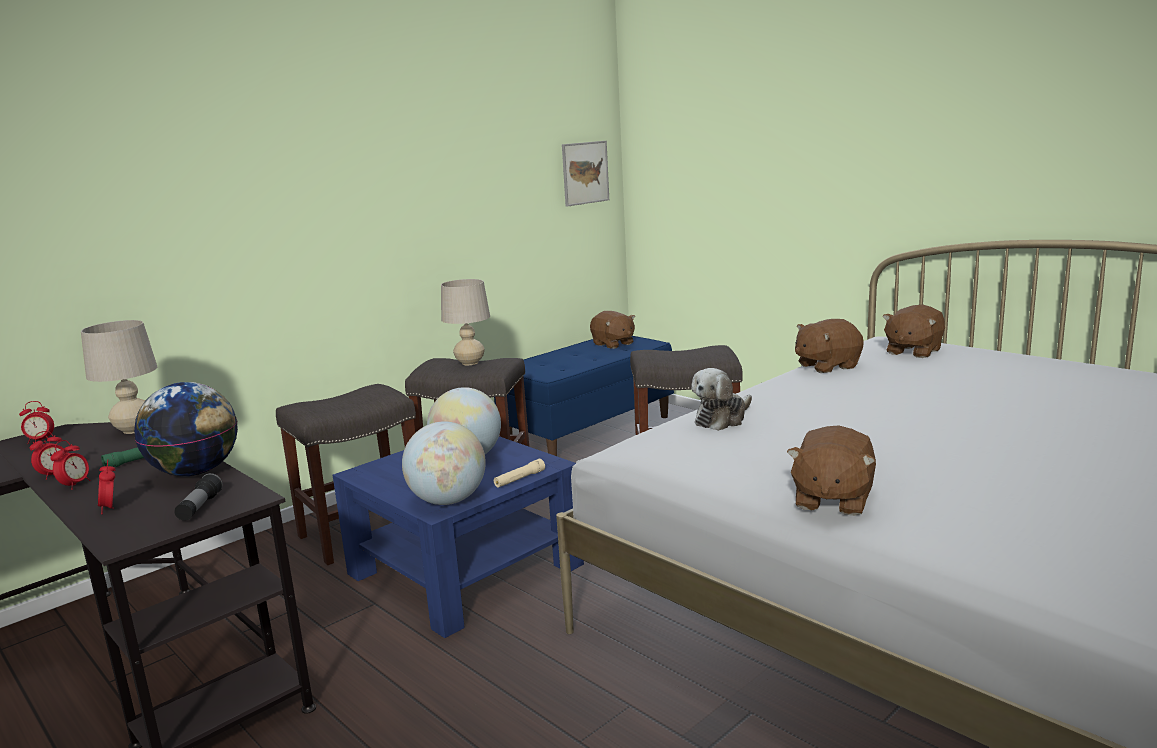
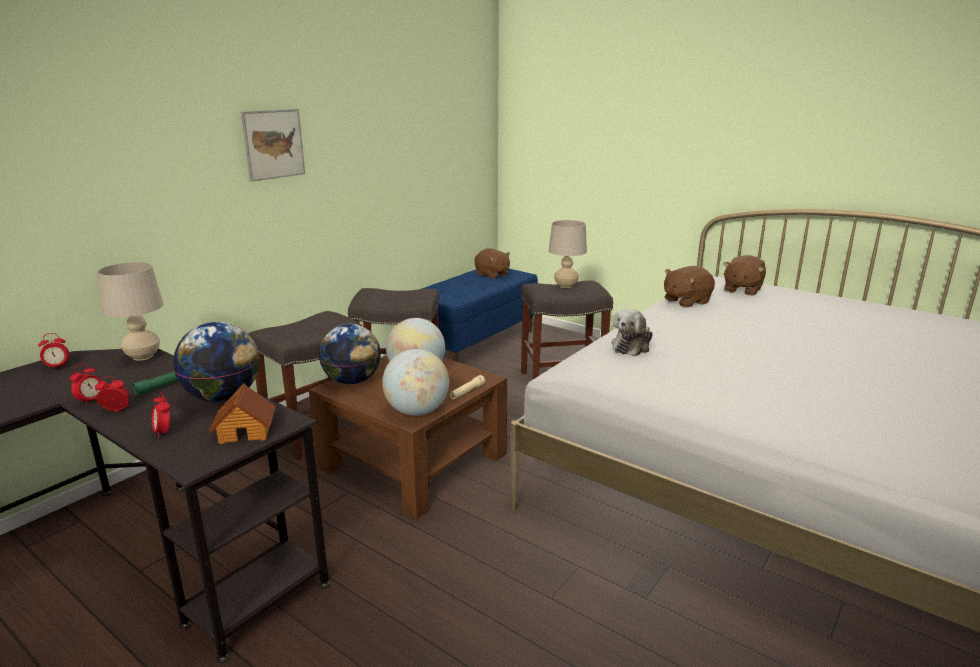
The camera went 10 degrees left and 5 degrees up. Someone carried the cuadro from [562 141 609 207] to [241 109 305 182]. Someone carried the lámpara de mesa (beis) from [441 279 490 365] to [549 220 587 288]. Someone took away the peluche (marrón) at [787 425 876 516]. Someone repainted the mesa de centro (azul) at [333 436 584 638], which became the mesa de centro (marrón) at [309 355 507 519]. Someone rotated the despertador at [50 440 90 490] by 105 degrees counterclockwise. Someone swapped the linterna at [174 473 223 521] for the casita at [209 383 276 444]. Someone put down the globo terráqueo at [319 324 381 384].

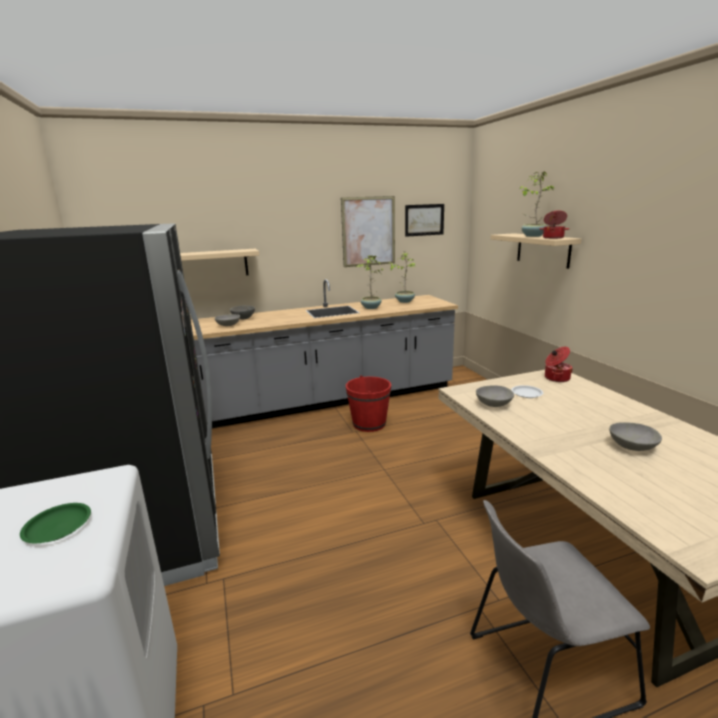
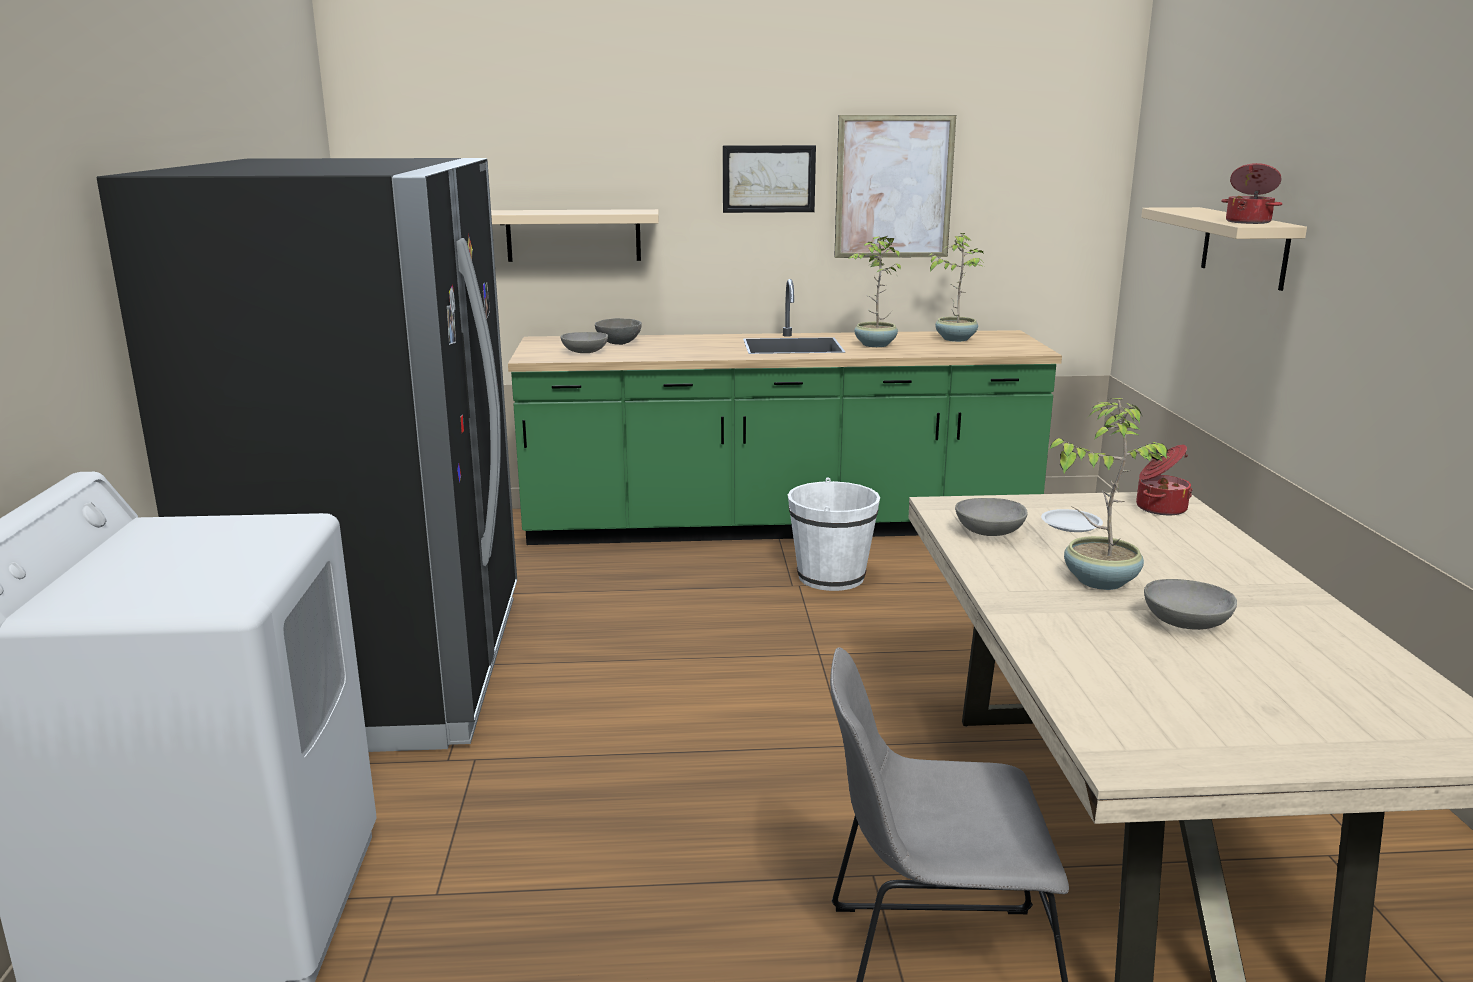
The camera went 15 degrees right and 0 degrees up. Someone carried the planta en maceta from [520 172 554 237] to [1049 398 1168 590]. Someone carried the cuadro from [405 204 444 237] to [723 145 816 213]. Someone repainted the mueble bajo de cocina (gris) at [191 279 458 428], which became the mueble bajo de cocina (verde) at [508 279 1062 545]. Someone repainted the cubo (rojo) at [346 375 391 432], which became the cubo (blanco) at [788 477 880 591]. Someone took away the plato (verde) at [20 503 91 543].

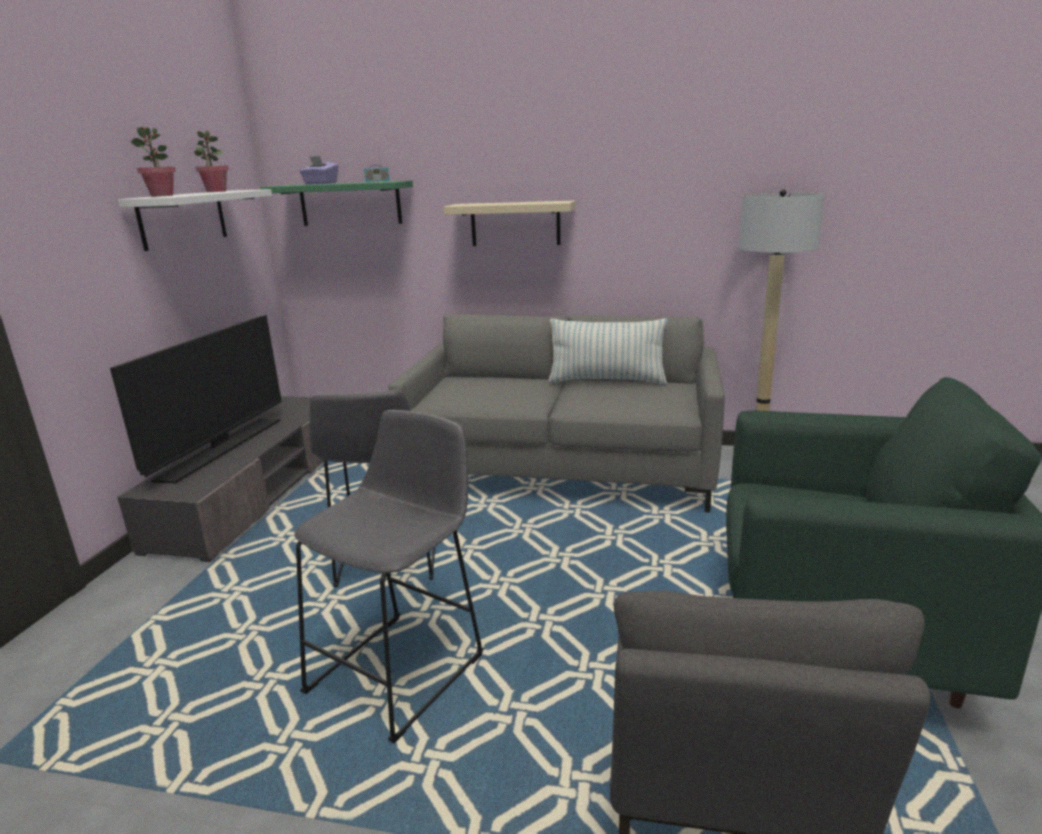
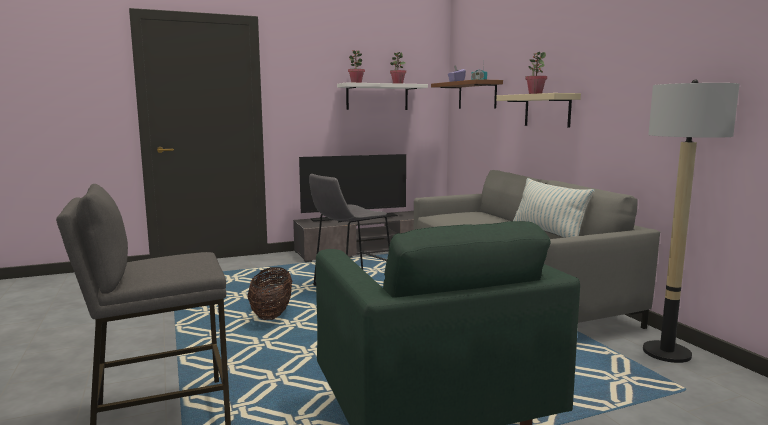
The camera went 55 degrees right and 10 degrees down. Someone repainted the estante (verde) at [260 180 413 226], which became the estante (marrón) at [431 79 503 109]. Someone swapped the taburete (gris) at [294 410 484 743] for the cesta at [247 267 292 320]. Someone put down the planta en maceta at [525 52 547 94].

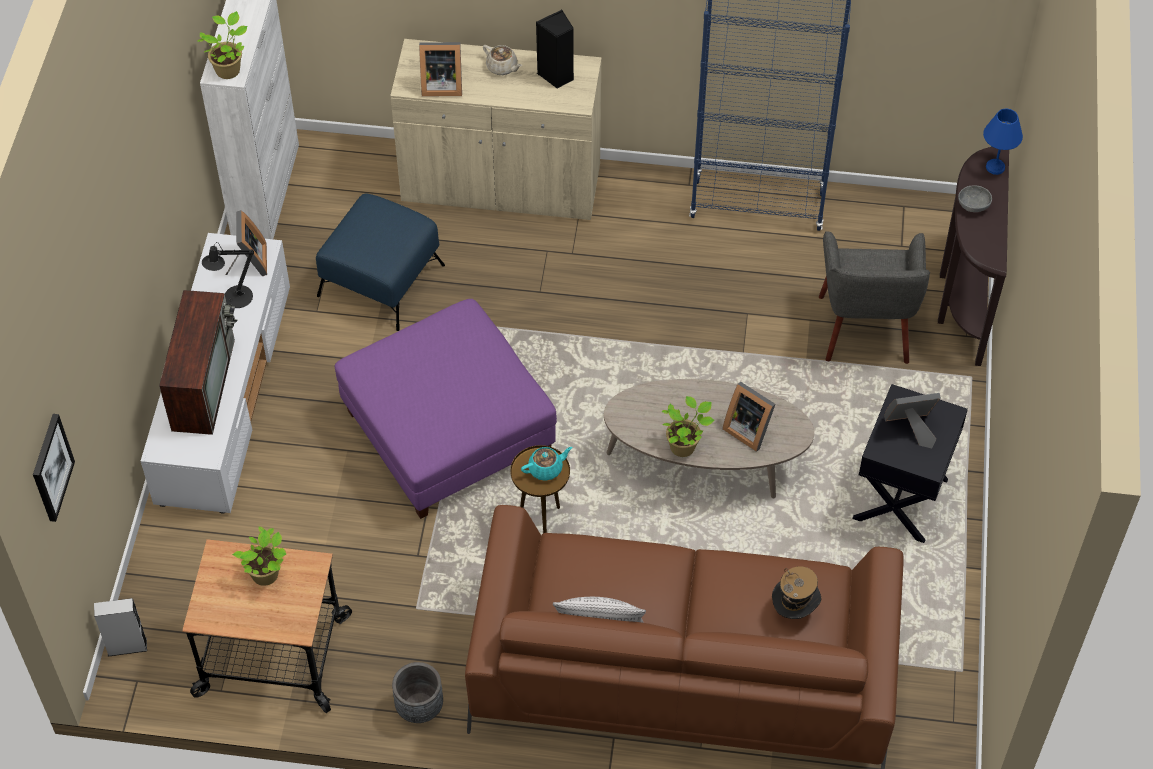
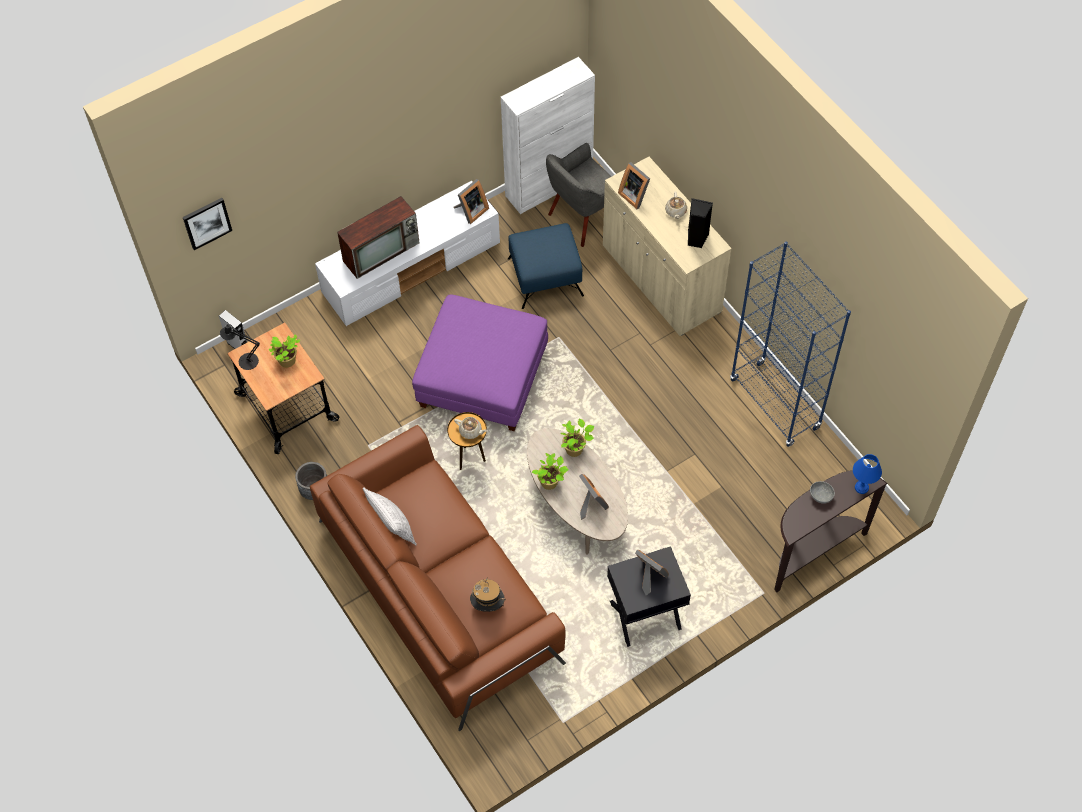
The camera went 50 degrees right and 5 degrees up. Someone carried the planta en maceta from [197 11 247 79] to [560 419 594 457]. Someone carried the sillón (gris) from [819 231 930 364] to [546 143 612 247]. Someone carried the lámpara de mesa (negro) from [202 242 254 308] to [220 324 260 370]. Someone rotated the portarretratos at [722 382 775 452] by 150 degrees clockwise. Someone repainted the tetera (turquesa) at [521 447 572 481], which became the tetera (beis) at [454 417 488 439].

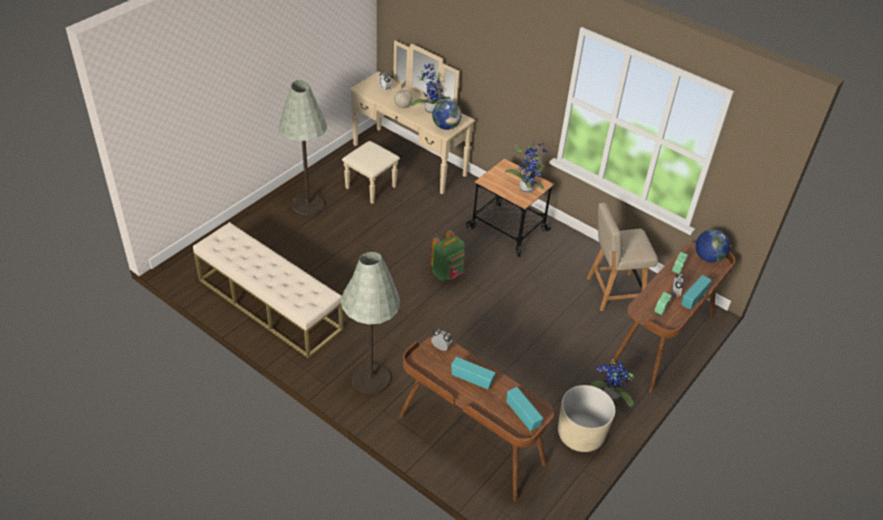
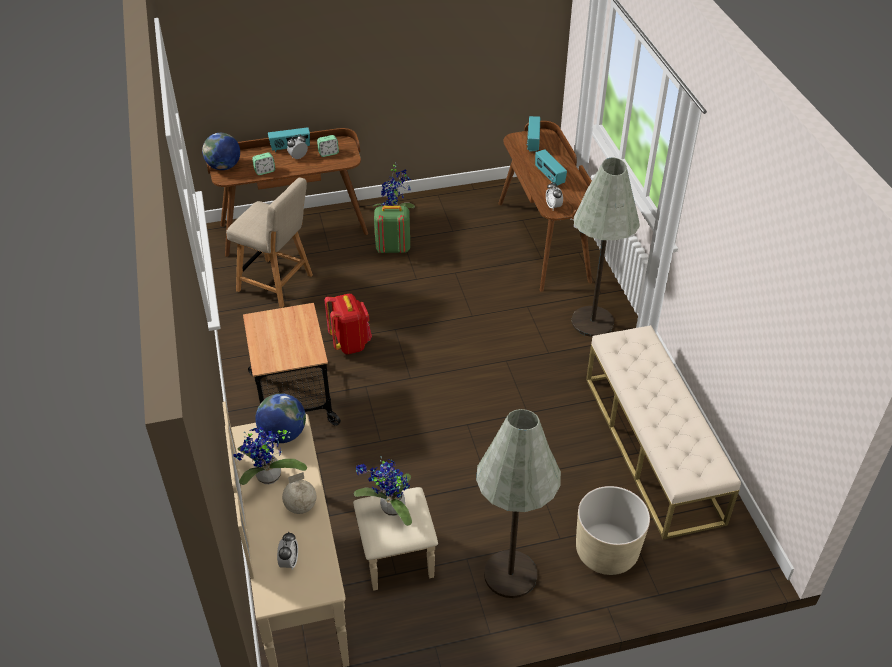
The camera went 140 degrees left and 0 degrees up. Someone carried the planta en maceta from [505 140 547 193] to [354 456 412 526]. Someone carried the mochila (verde) from [431 230 465 281] to [374 206 410 253]. Someone carried the maceta (beis) from [558 385 615 452] to [576 486 650 575]. Someone put down the mochila (rojo) at [325 294 372 354].

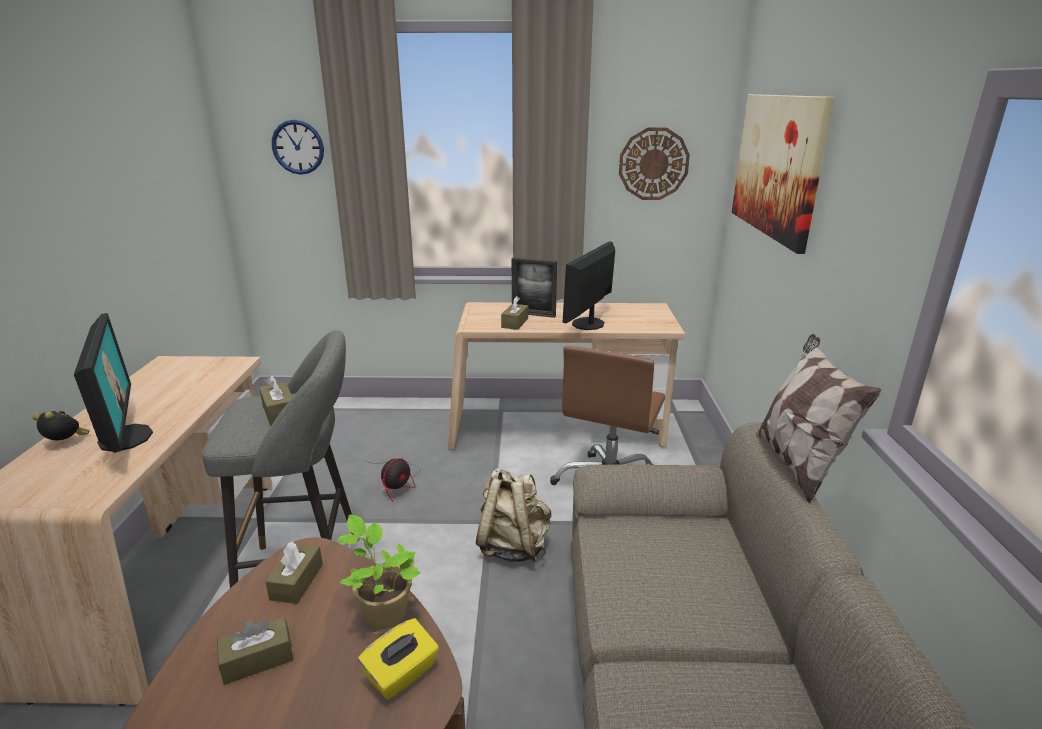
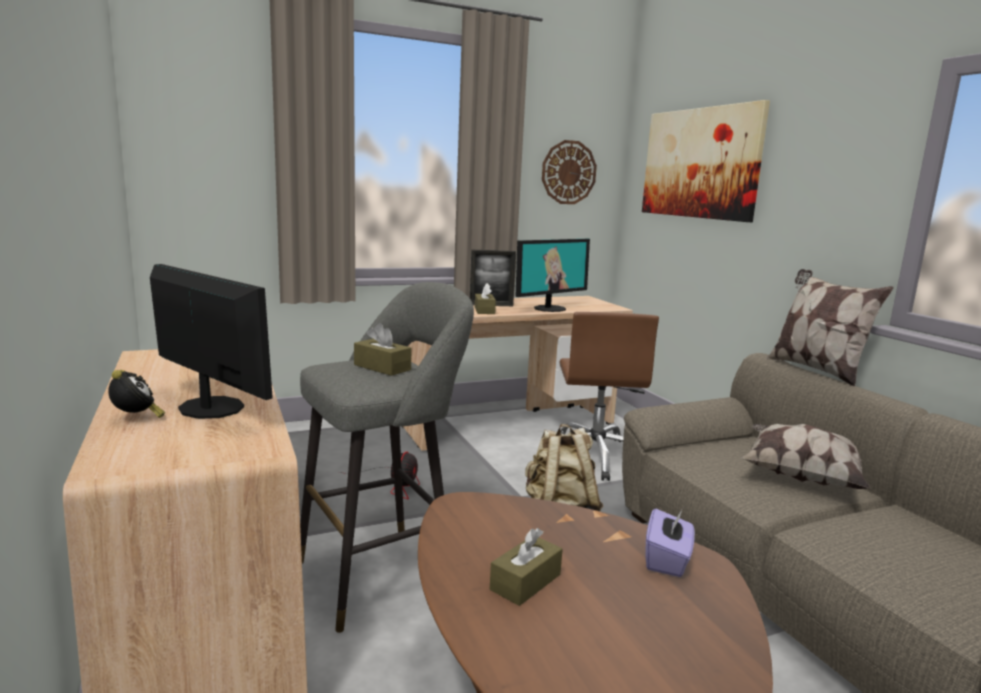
The camera went 25 degrees left and 10 degrees down. Someone took away the reloj de pared at [272 120 324 175]. Someone rotated the monitor at [562 241 615 330] by 135 degrees counterclockwise. Someone rotated the despertador at [32 411 90 440] by 75 degrees clockwise. Someone took away the planta en maceta at [339 514 420 629]. Someone took away the caja de pañuelos (marrón) at [265 541 323 604]. Someone repainted the caja de pañuelos (amarillo) at [358 618 439 700], which became the caja de pañuelos (morado) at [645 508 695 577]. Someone put down the cojín at [740 424 870 489].

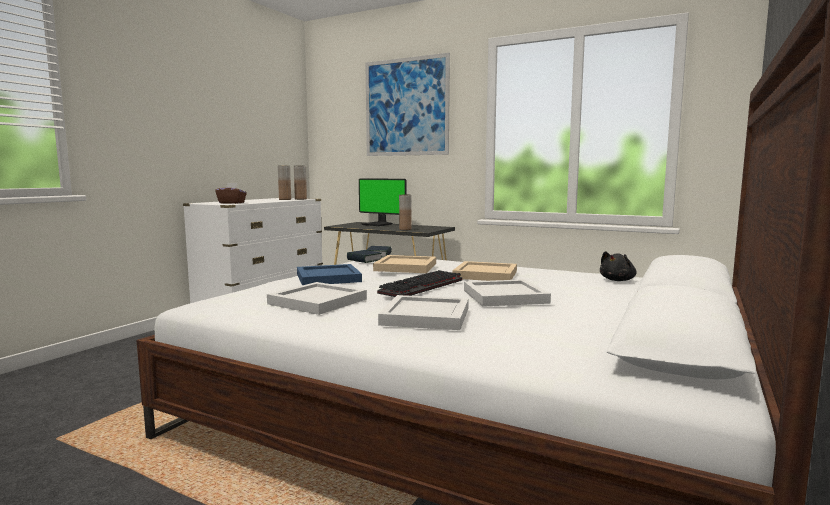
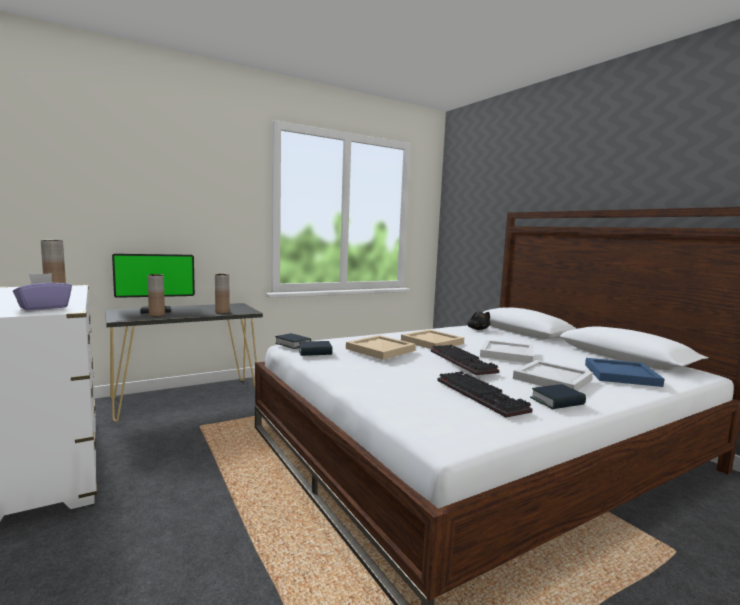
The camera went 60 degrees left and 0 degrees up. Someone took away the cuadro at [365 53 450 156]. Someone carried the florero (marrón) from [294 166 307 200] to [147 274 165 317]. Someone repainted the caja de pañuelos (marrón) at [215 183 247 204], which became the caja de pañuelos (morado) at [13 273 72 310]. Someone carried the bandeja (azul) from [297 264 362 285] to [585 358 664 387]. Someone swapped the bandeja (blanco) at [267 282 367 315] for the teclado at [437 371 532 418]. Someone put down the libro at [530 384 586 409].

